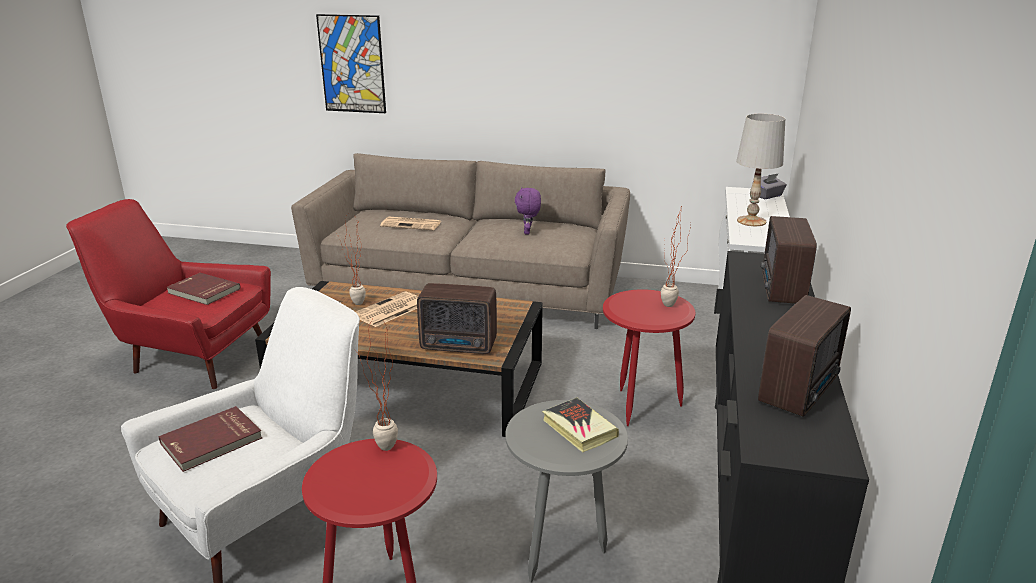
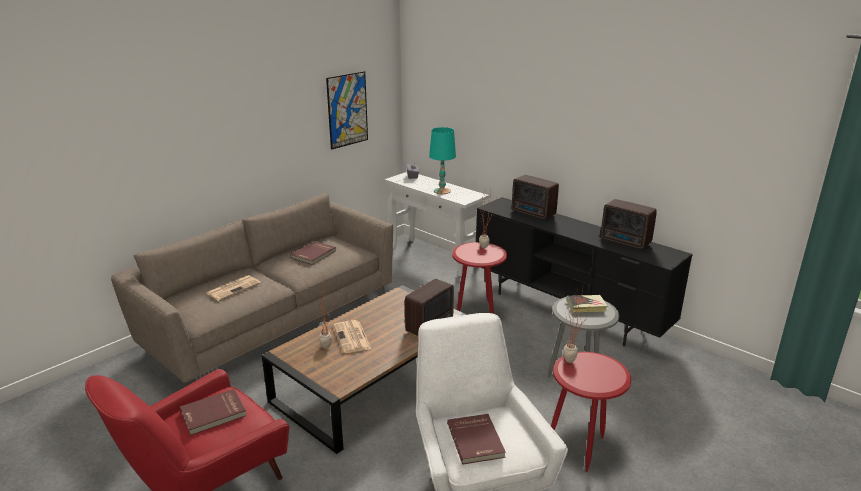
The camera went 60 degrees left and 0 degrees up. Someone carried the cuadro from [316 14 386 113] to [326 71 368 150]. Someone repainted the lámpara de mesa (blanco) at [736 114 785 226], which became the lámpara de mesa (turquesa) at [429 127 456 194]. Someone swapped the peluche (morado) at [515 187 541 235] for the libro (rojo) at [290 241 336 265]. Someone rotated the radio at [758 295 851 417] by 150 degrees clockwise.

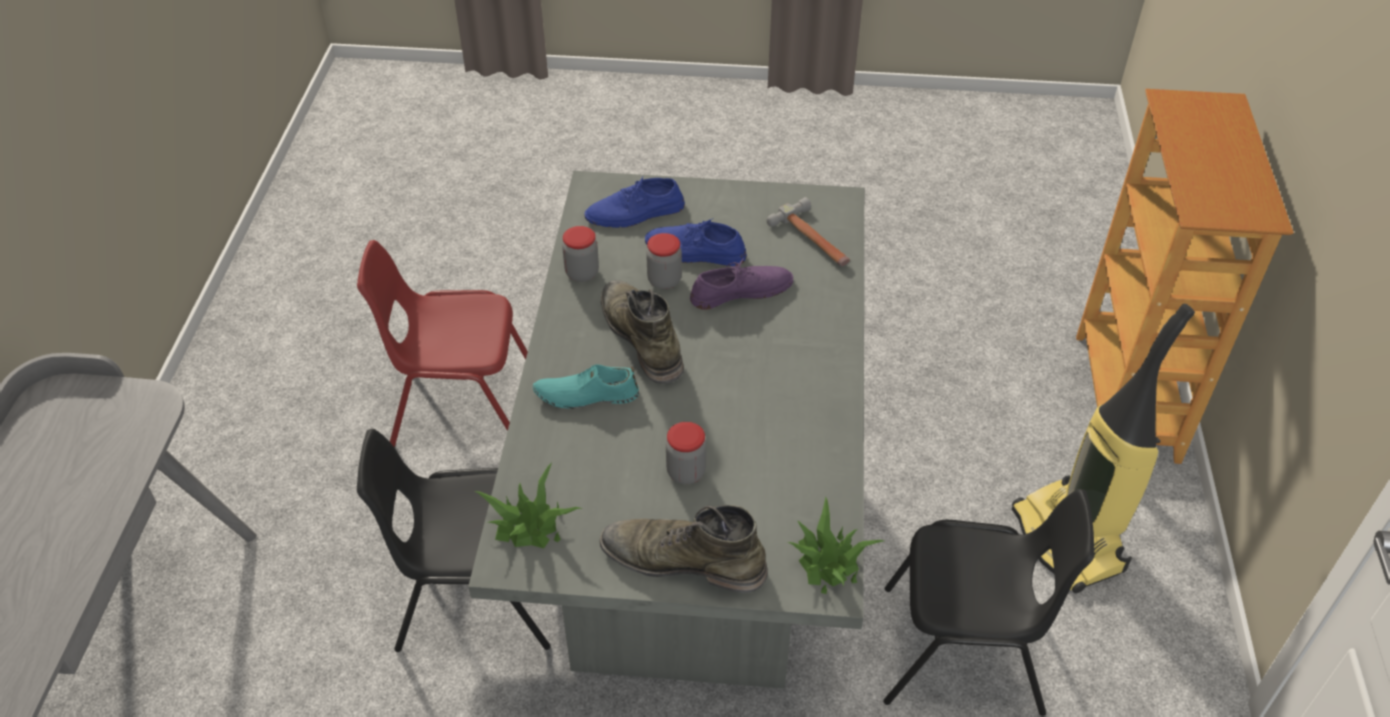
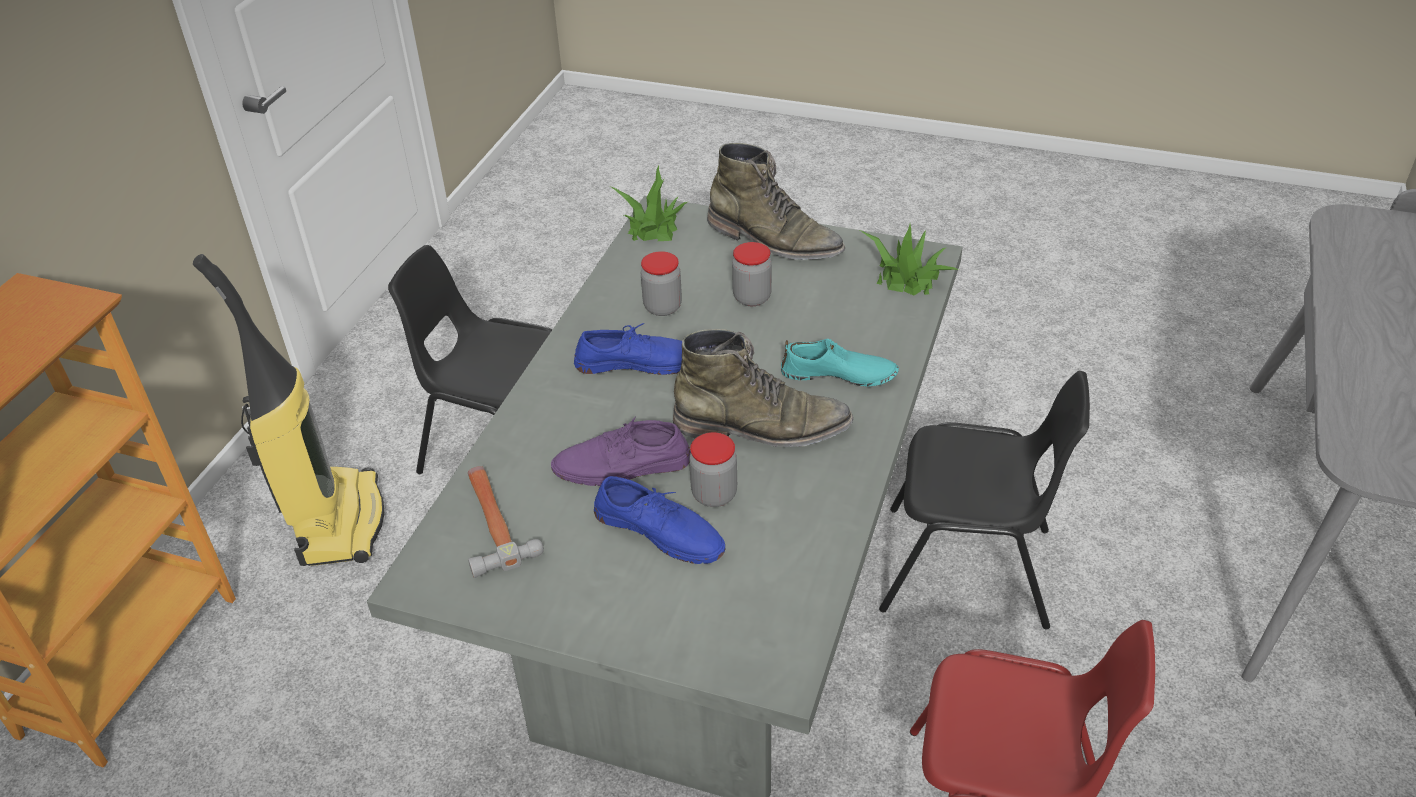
The camera went 165 degrees left and 5 degrees down. Someone carried the zapato (azul) from [585 177 685 228] to [574 323 682 375]. Someone carried the tarro from [562 226 599 282] to [641 251 682 316]. Someone rotated the bota (verde) at [601 280 684 384] by 75 degrees counterclockwise.

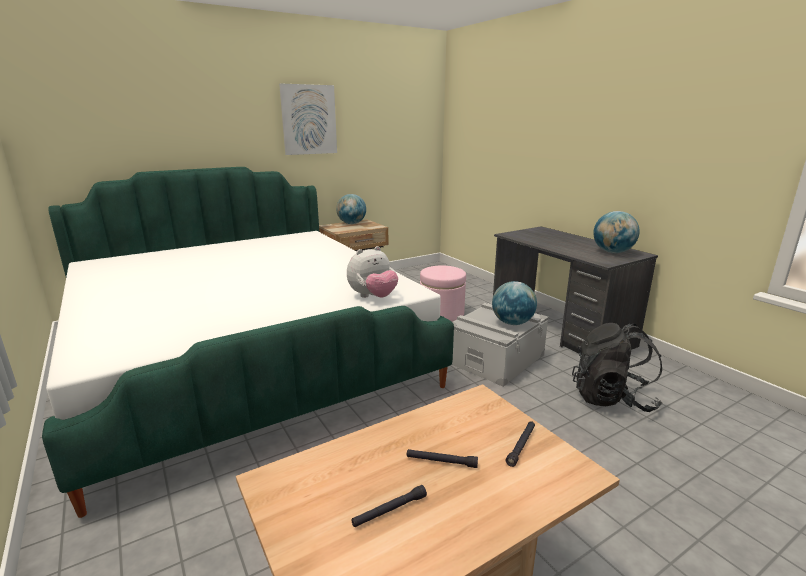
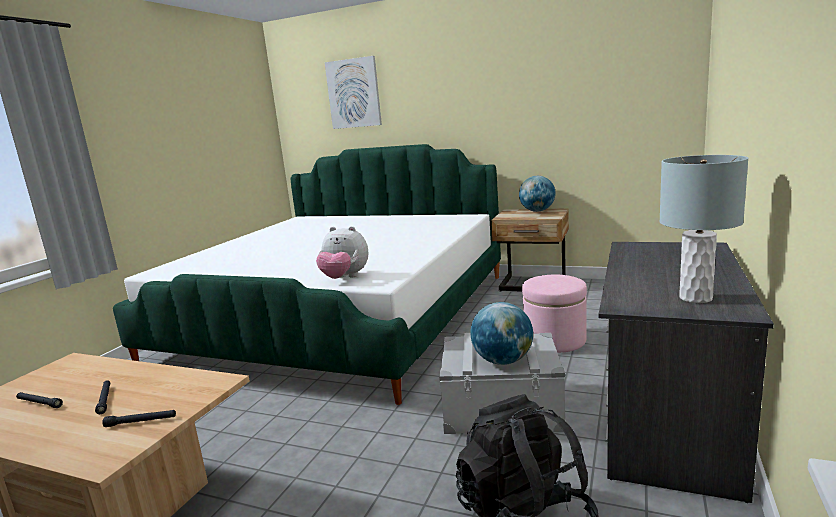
The camera went 55 degrees right and 5 degrees down. Someone carried the cuadro from [279 83 337 155] to [325 56 382 129]. Someone swapped the globo terráqueo at [593 211 640 253] for the lámpara de mesa (gris) at [659 155 749 303].

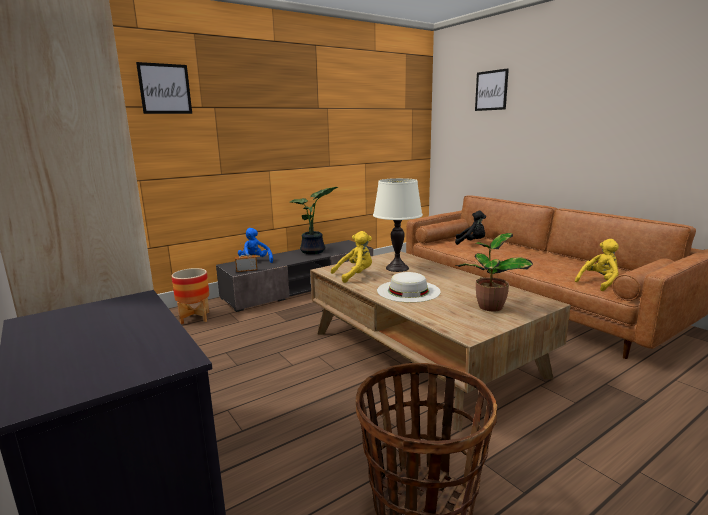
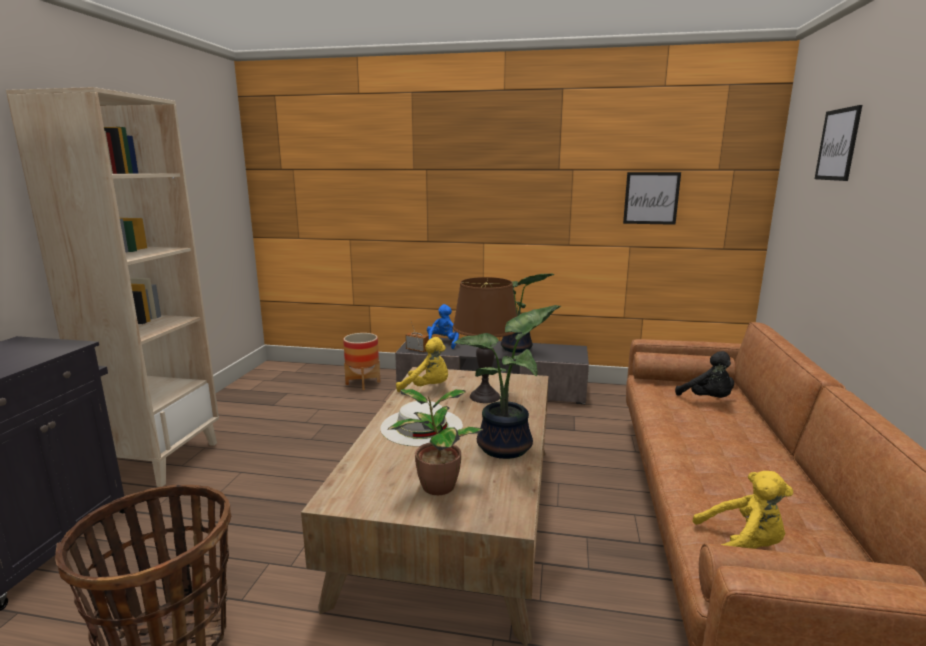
The camera went 45 degrees right and 0 degrees up. Someone carried the cuadro from [136 62 192 114] to [623 172 681 225]. Someone repainted the lámpara de mesa (blanco) at [373 178 423 272], which became the lámpara de mesa (marrón) at [453 277 517 403]. Someone put down the planta en maceta at [454 305 561 459].

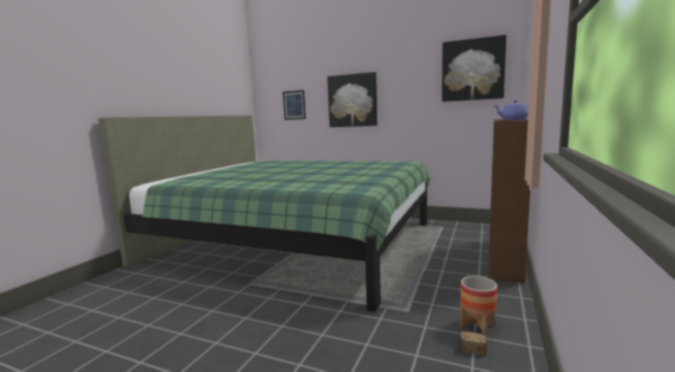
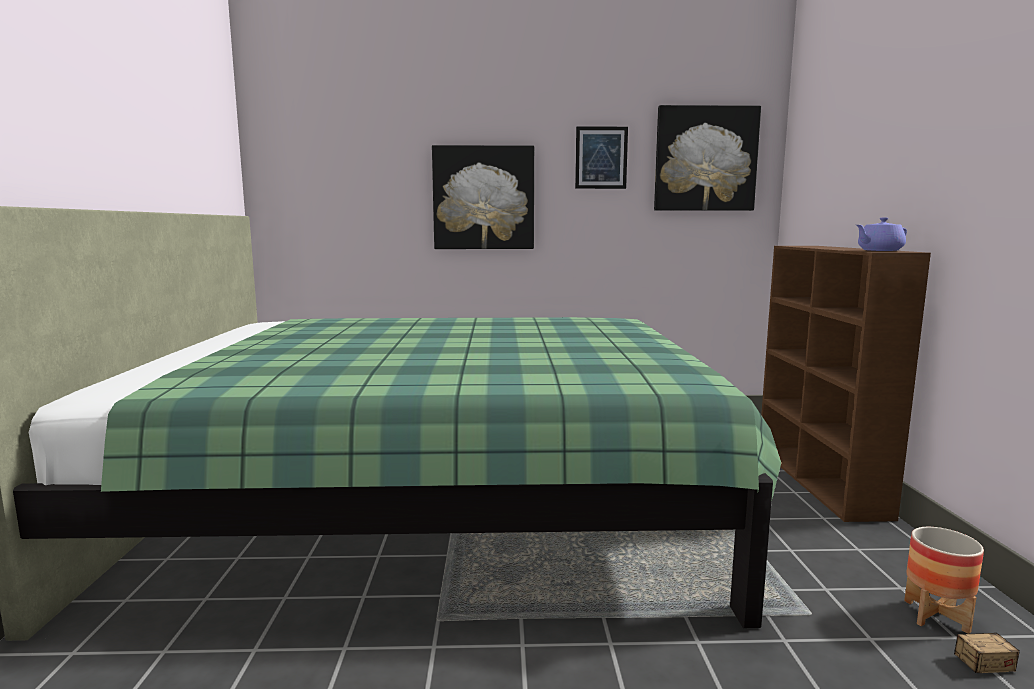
The camera went 25 degrees left and 0 degrees up. Someone carried the cuadro from [283 90 306 120] to [575 126 628 189].

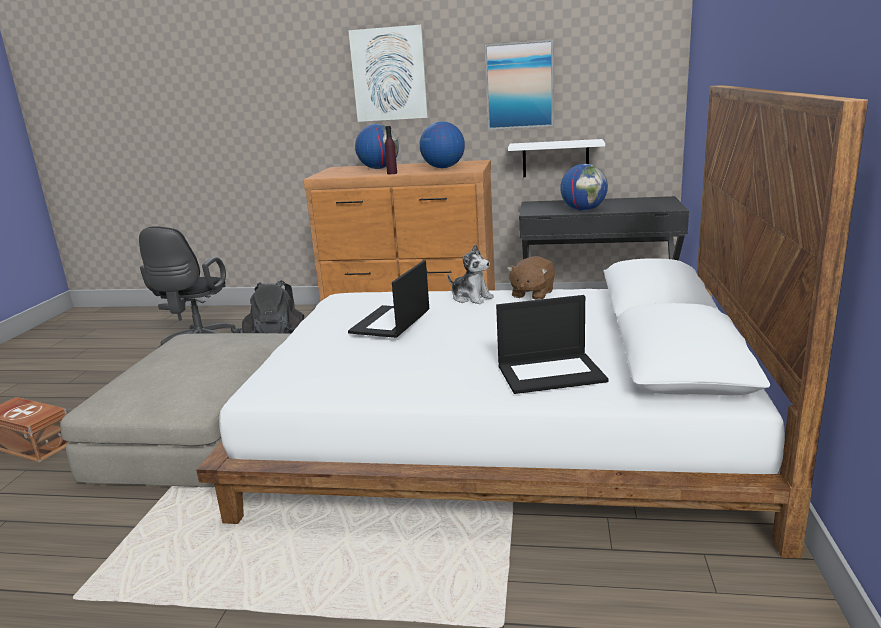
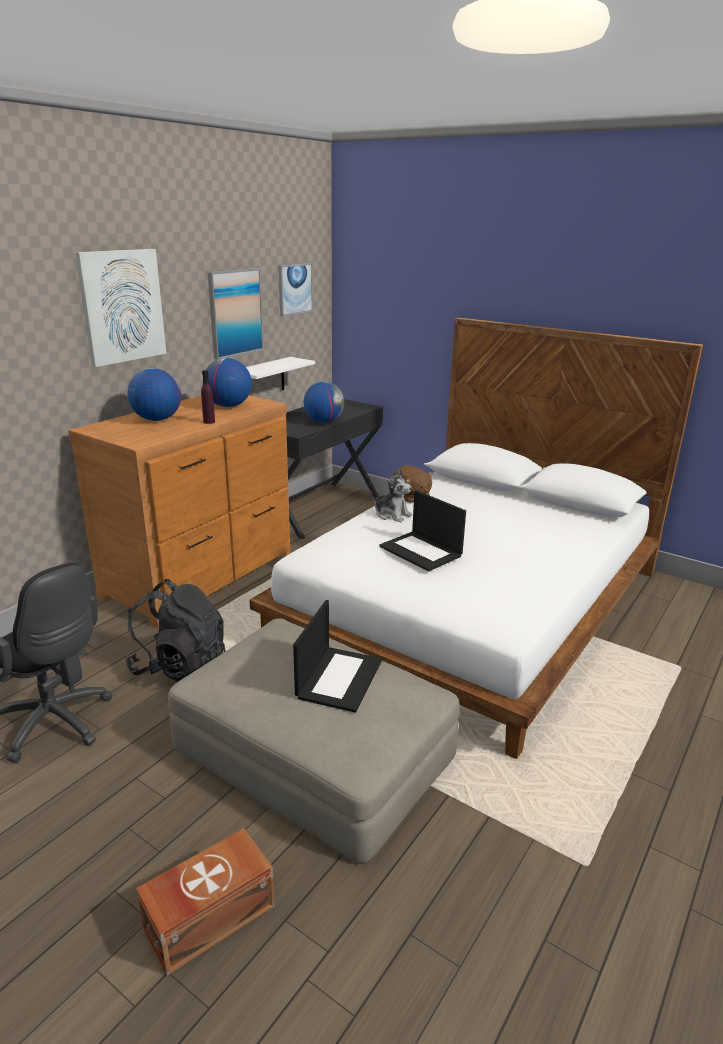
The camera went 65 degrees left and 5 degrees up. Someone rotated the peluche at [447 244 494 304] by 60 degrees clockwise. Someone carried the portátil from [496 295 609 394] to [293 600 382 713]. Someone put up the cuadro at [278 263 313 316].

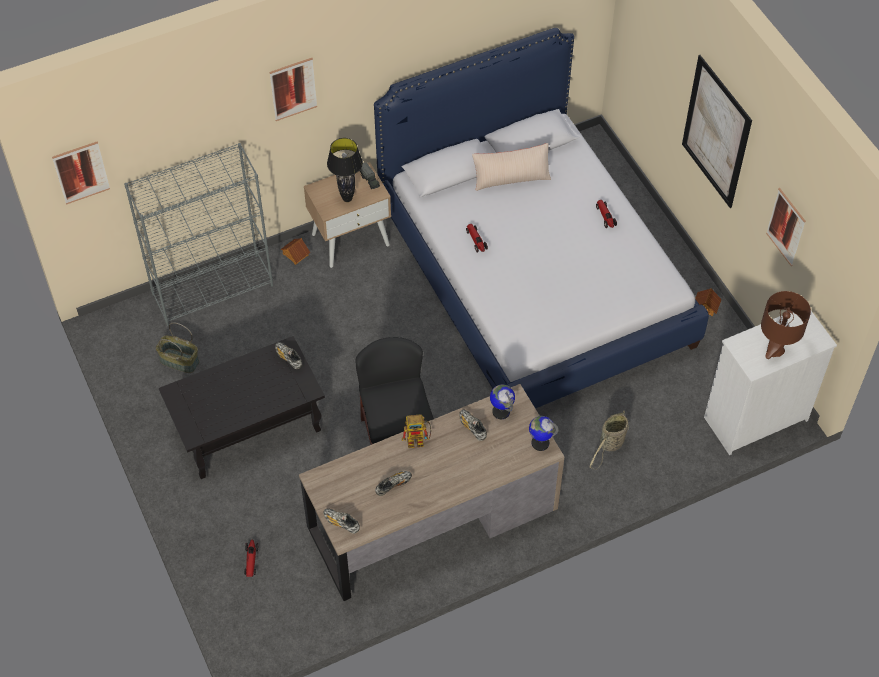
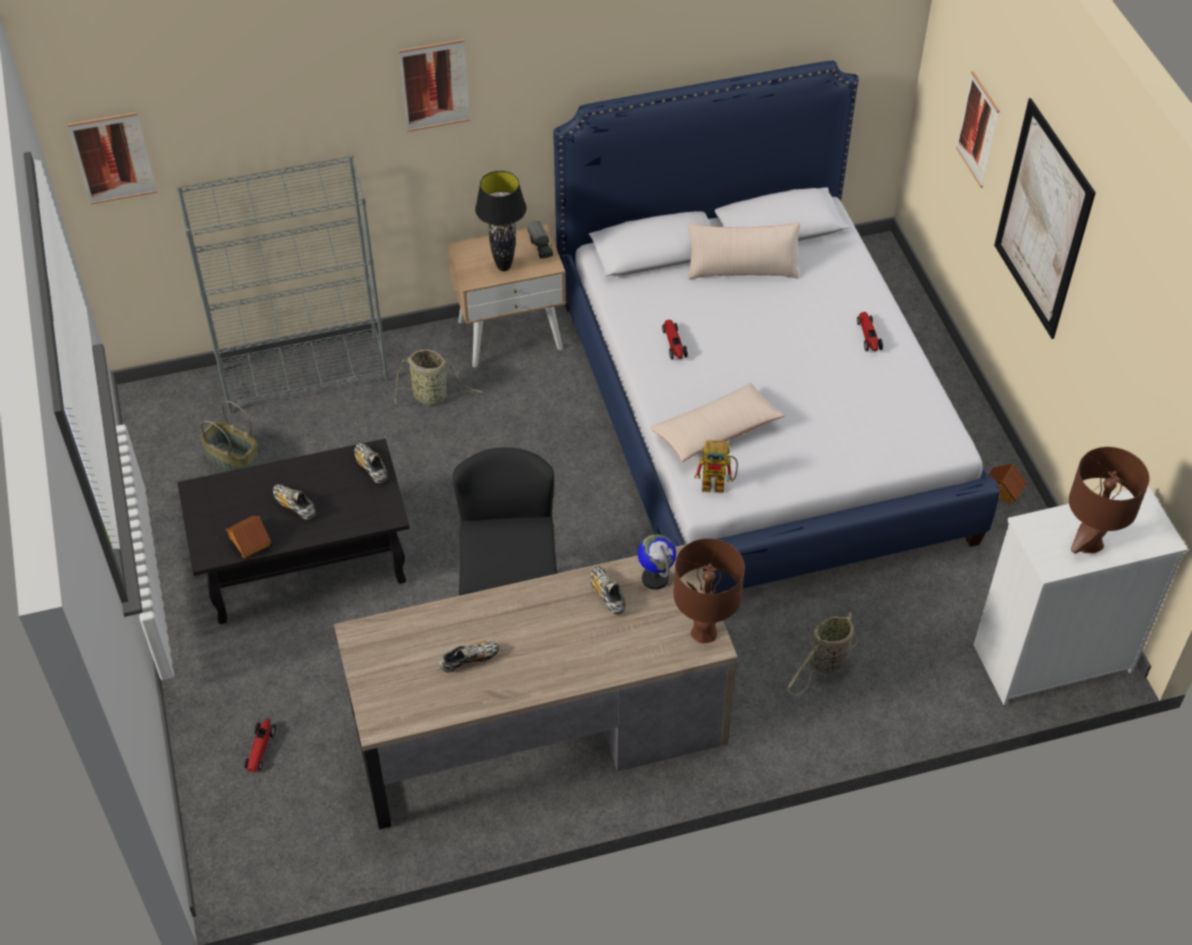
The camera went 10 degrees right and 5 degrees down. Someone carried the cuadro from [766 188 806 266] to [956 71 1000 188]. Someone carried the casita from [281 238 310 265] to [225 516 271 558]. Someone carried the robot de juguete from [402 414 431 448] to [695 440 738 493]. Someone swapped the globo terráqueo at [529 416 559 451] for the lámpara de mesa (marrón) at [674 538 745 643]. Someone carried the zapato from [323 509 360 534] to [273 484 316 520]. Someone put down the cesta at [393 349 483 405]. Someone put down the cojín (beis) at [650 383 785 462].

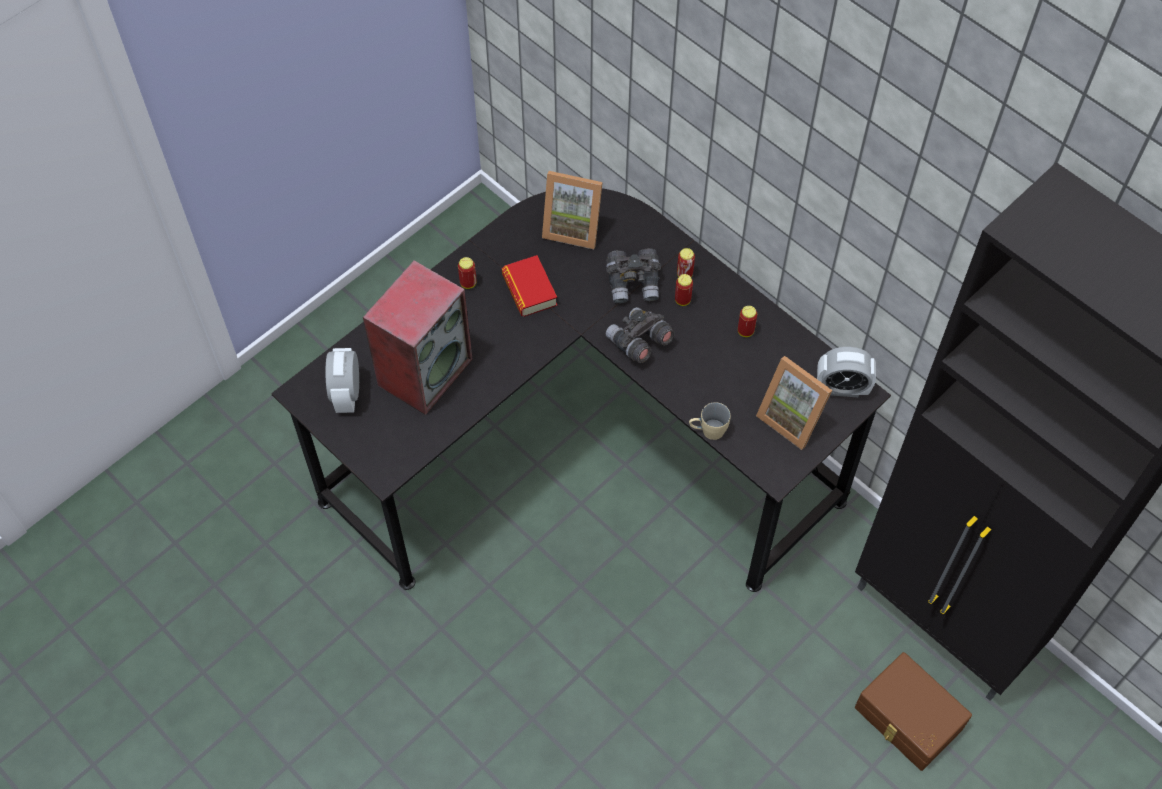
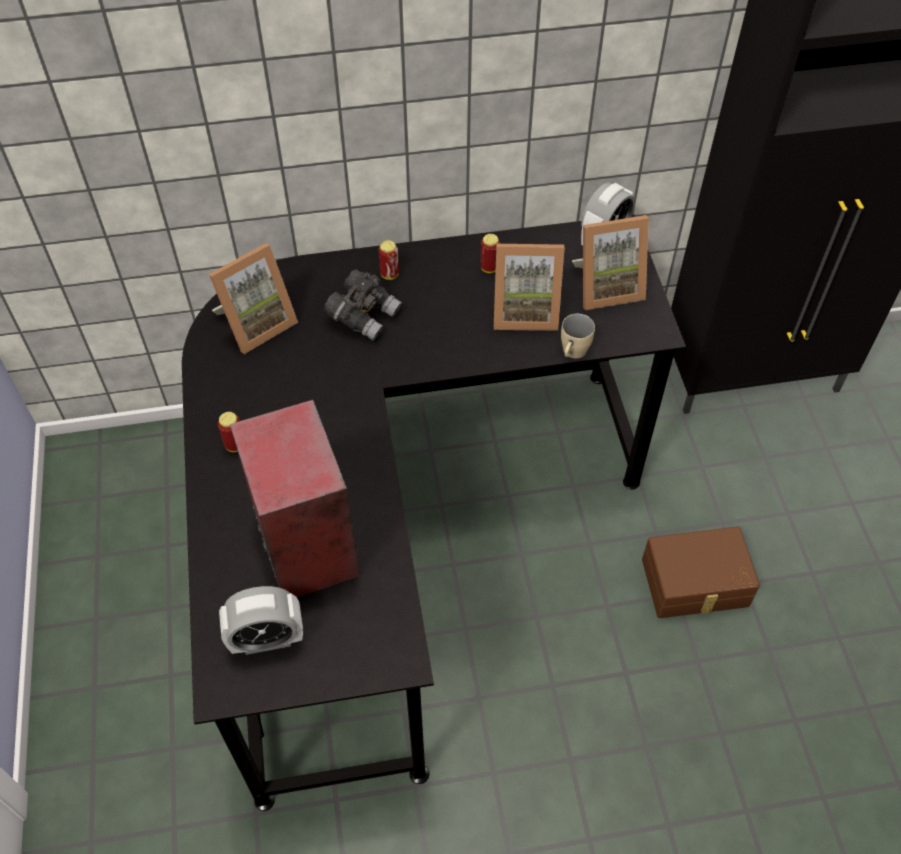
The camera went 55 degrees left and 5 degrees down. Someone took away the libro at [502 255 557 317]. Someone took away the lata at [675 274 693 306]. Someone took away the prismáticos (gris) at [606 307 675 363]. Someone rotated the despertador at [325 348 359 413] by 45 degrees counterclockwise. Someone carried the caja de almacenaje (marrón) from [855 652 972 771] to [642 527 760 618]. Someone put down the portarretratos at [494 244 564 331].

